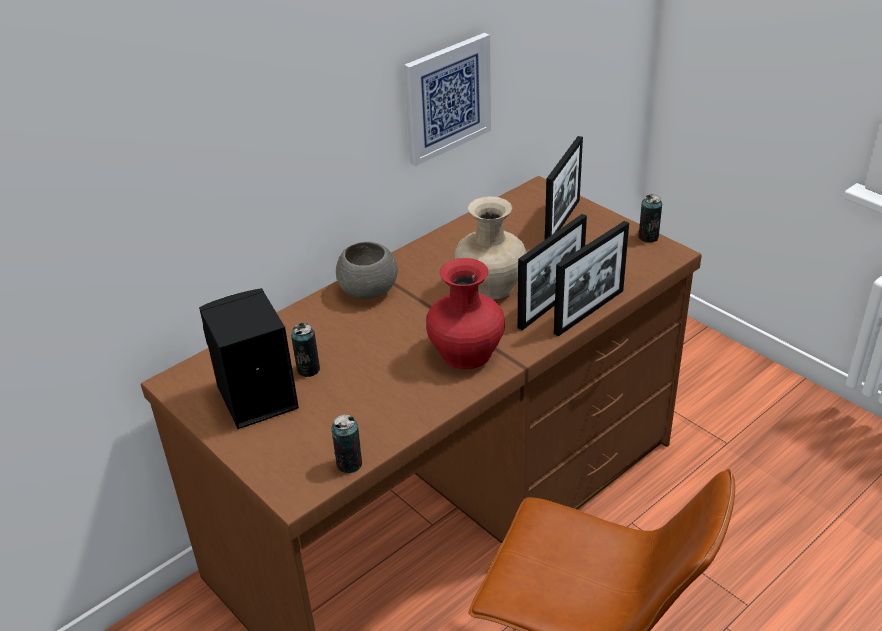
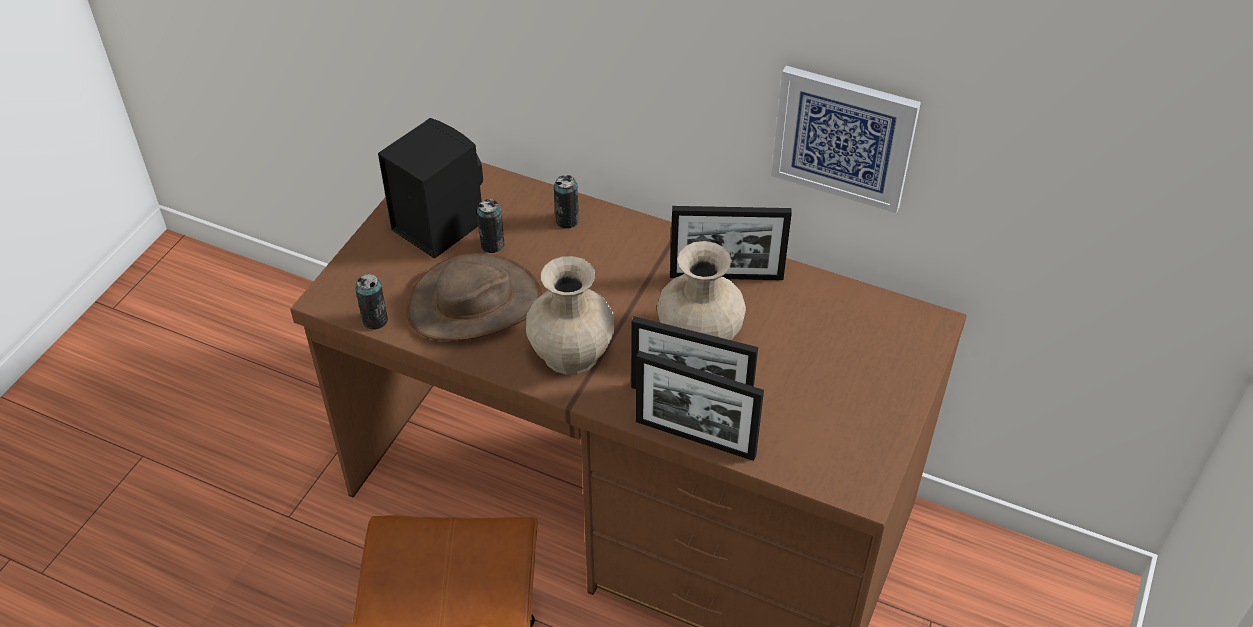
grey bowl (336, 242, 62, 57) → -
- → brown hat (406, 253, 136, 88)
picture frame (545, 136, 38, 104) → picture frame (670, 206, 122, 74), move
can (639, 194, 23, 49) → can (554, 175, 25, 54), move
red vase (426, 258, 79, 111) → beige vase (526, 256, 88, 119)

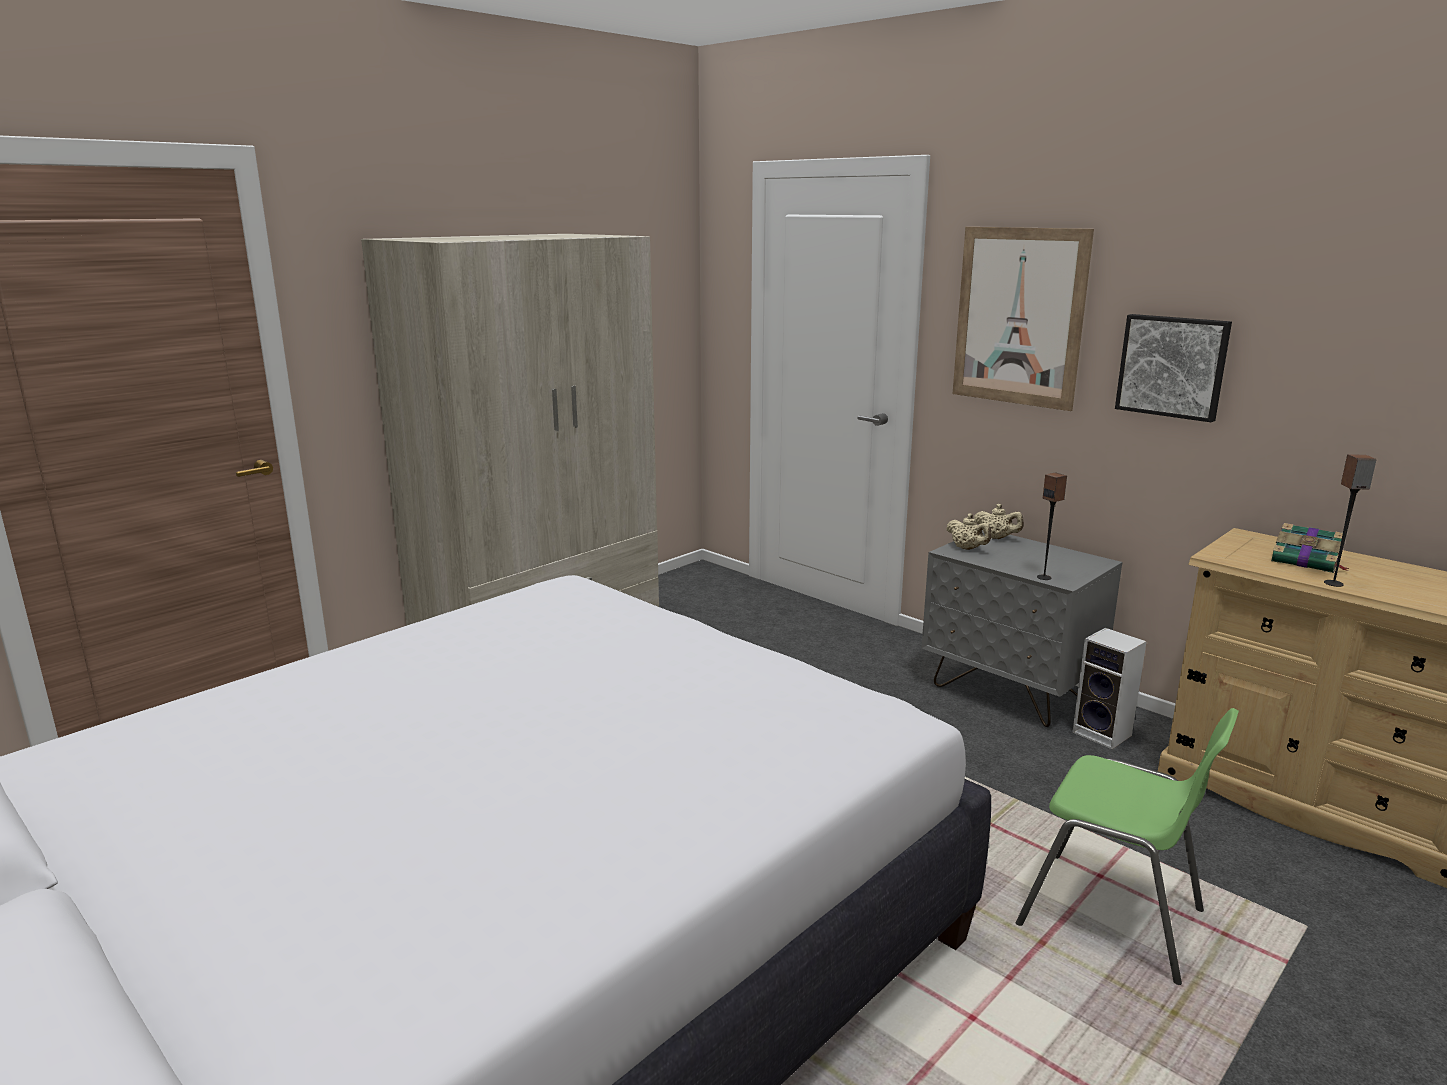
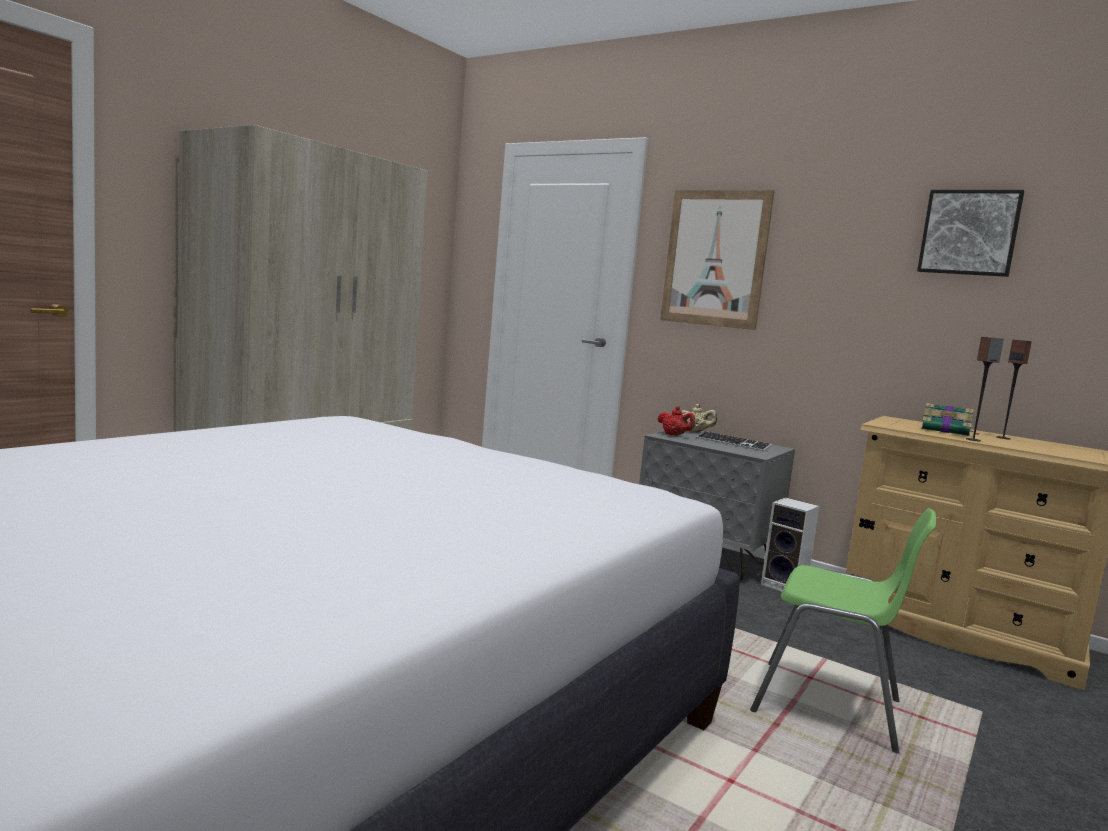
- → keyboard (696, 431, 76, 20)
speaker (1037, 472, 30, 108) → speaker (996, 340, 36, 100), move
picture (1115, 314, 117, 108) → picture (917, 190, 107, 87), move
beige teapot (946, 513, 45, 37) → red teapot (658, 406, 37, 30)

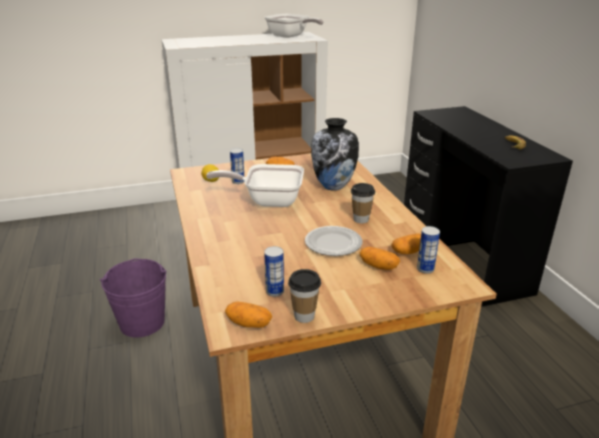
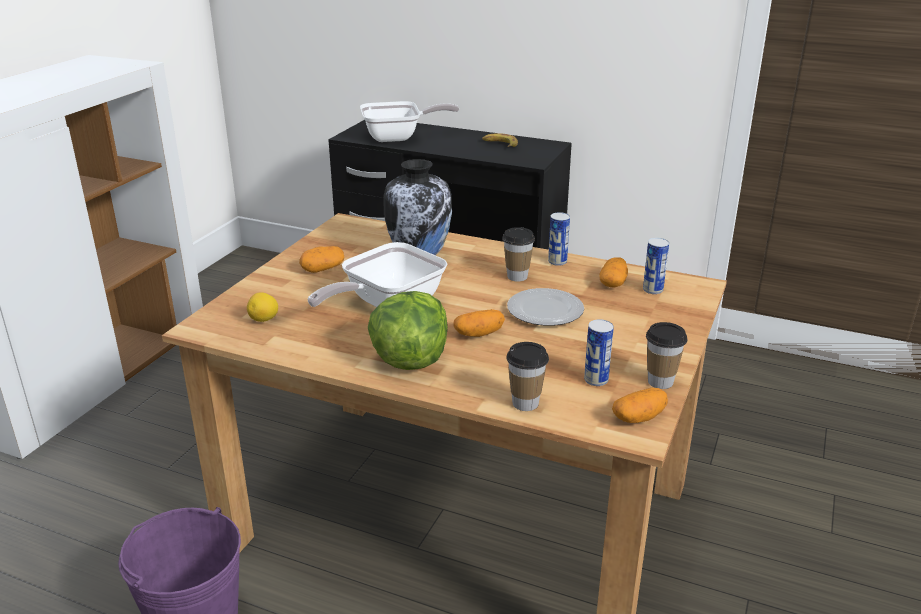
- → lettuce (368, 291, 80, 79)
- → cup (506, 342, 43, 69)
can (230, 148, 14, 36) → can (548, 212, 22, 54), move
frying pan (264, 14, 60, 24) → frying pan (360, 101, 99, 41), move
potato (360, 247, 40, 23) → potato (453, 309, 52, 28), move

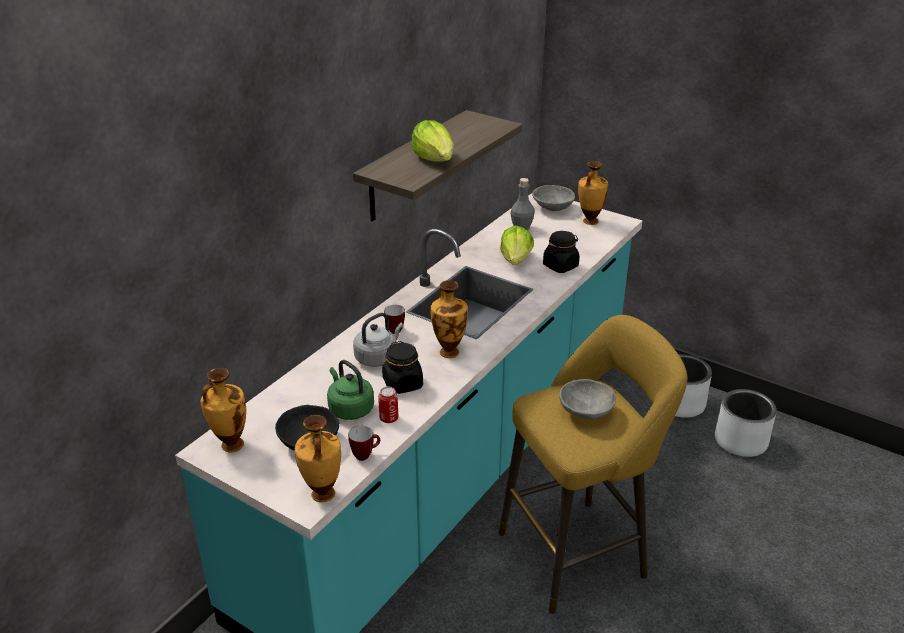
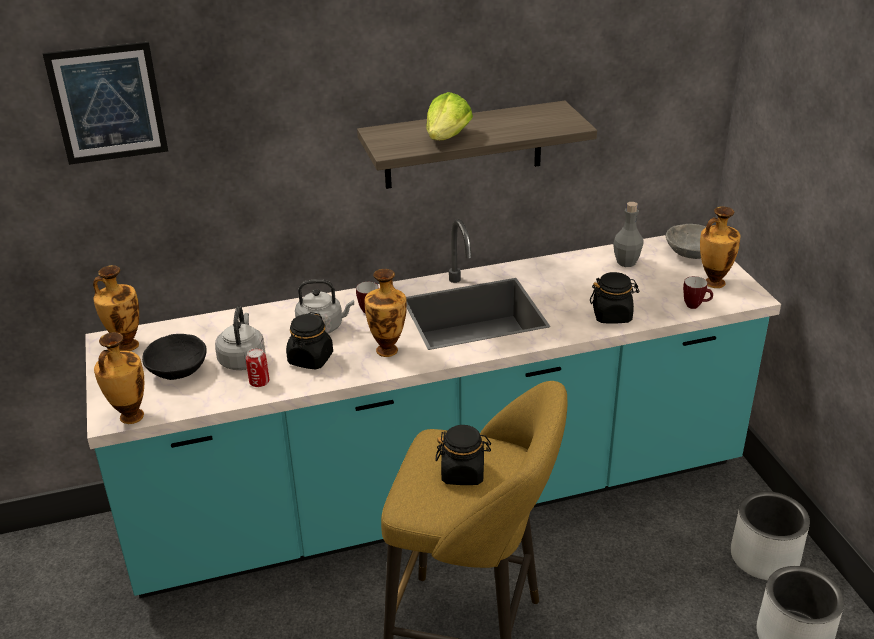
lettuce (500, 225, 34, 40) → -
- → picture (43, 41, 125, 124)
mug (348, 426, 32, 35) → mug (683, 276, 30, 33), move
grey bowl (559, 379, 57, 40) → black jar (435, 425, 56, 60)
green kettle (327, 360, 47, 60) → grey kettle (215, 306, 50, 64)

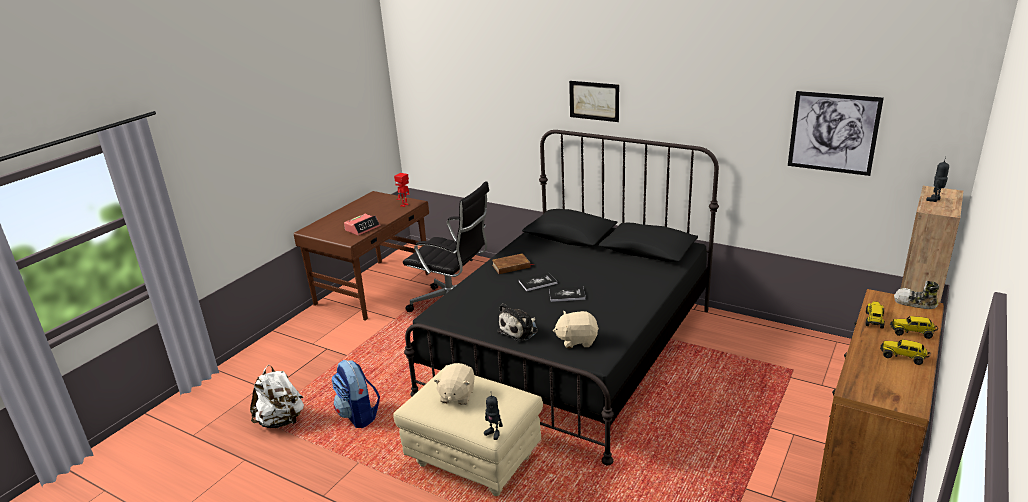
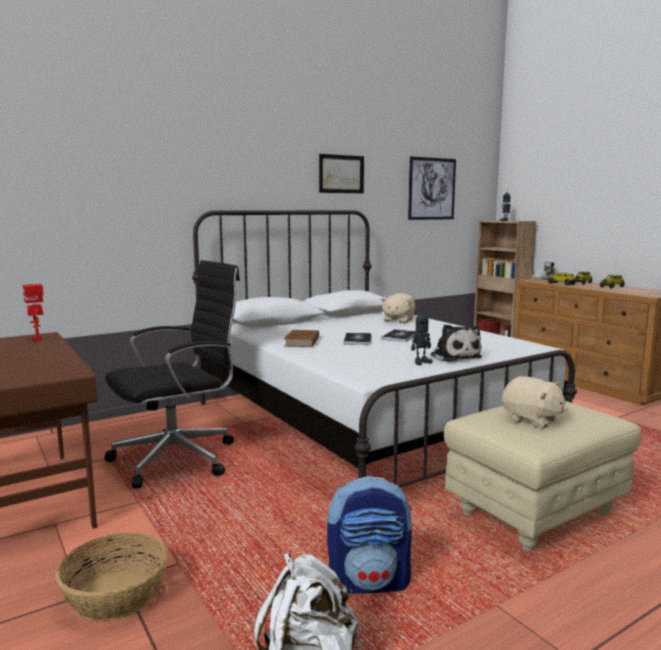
alarm clock (344, 214, 36, 22) → -
- → basket (55, 532, 113, 89)
toy robot (484, 396, 19, 44) → toy robot (411, 307, 22, 58), move
beige plush toy (553, 311, 46, 37) → beige plush toy (381, 293, 34, 30), move
picture (569, 81, 50, 41) → picture (319, 154, 45, 39), move
black bed (404, 130, 315, 335) → white bed (192, 210, 385, 277)

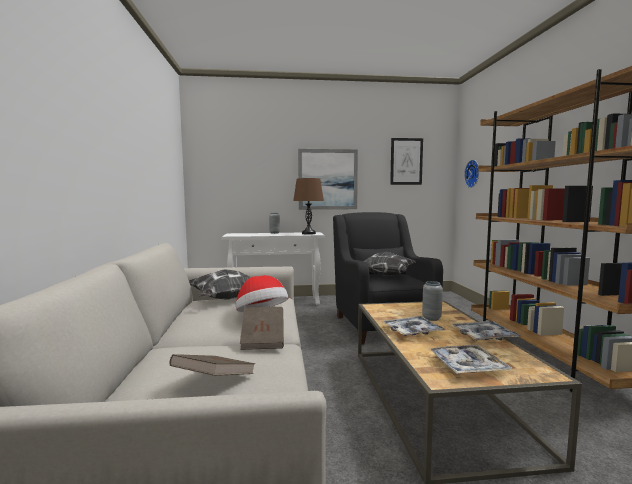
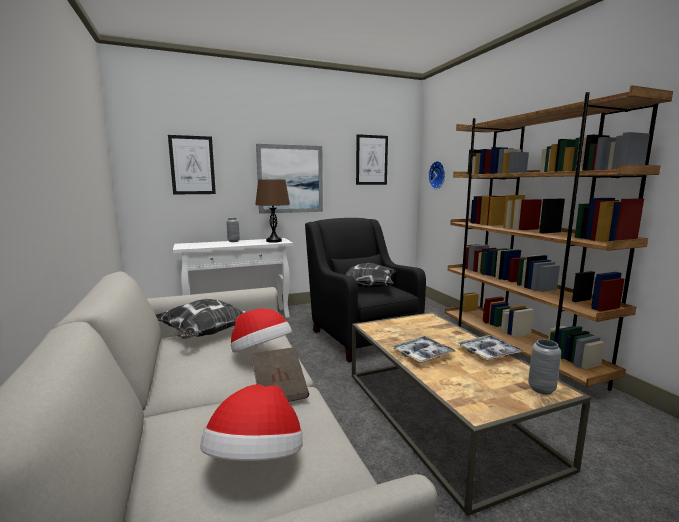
tray (430, 345, 82, 29) → -
- → picture (168, 135, 48, 59)
grey vase (422, 281, 21, 40) → grey vase (528, 339, 33, 55), move
brown book (170, 354, 85, 22) → hat (200, 384, 103, 77)

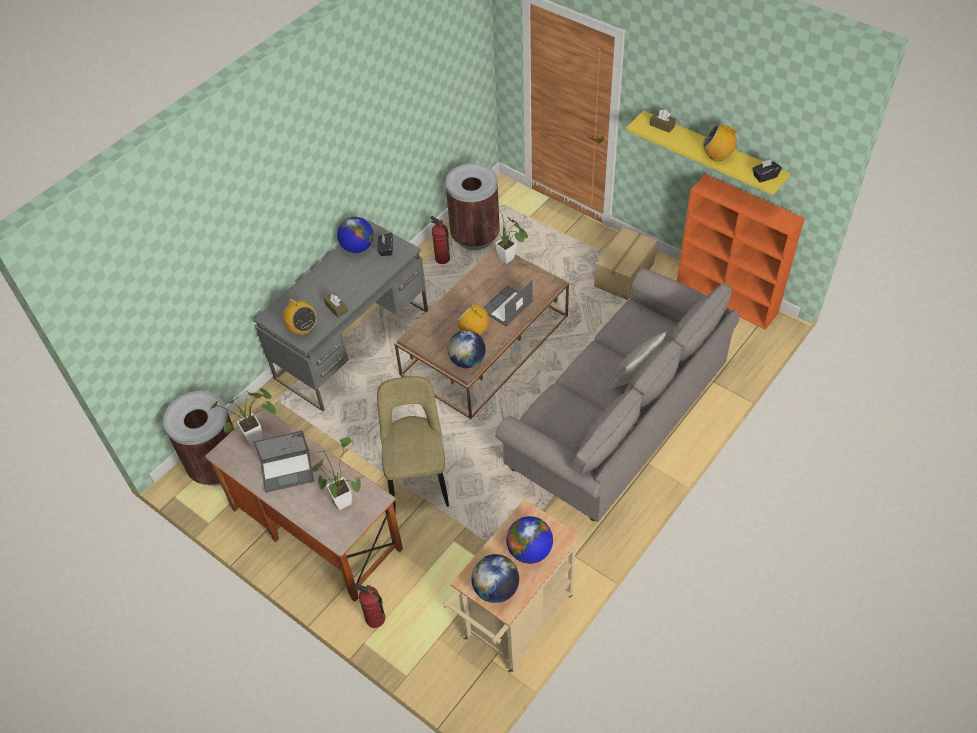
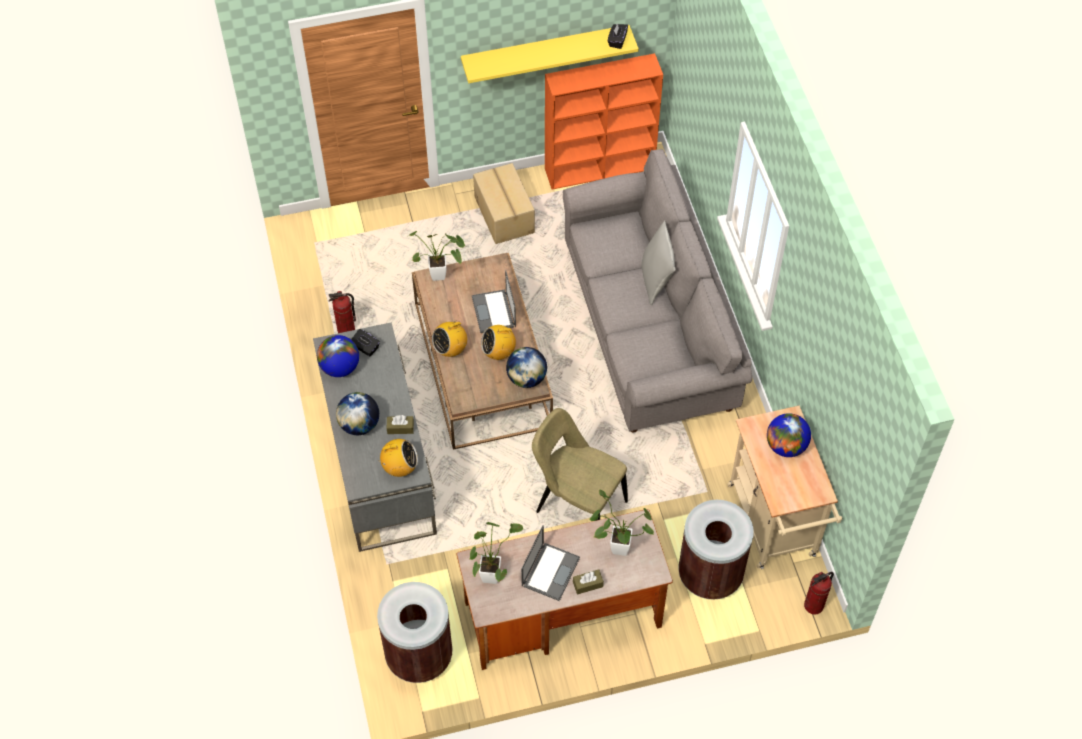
fire extinguisher (355, 583, 30, 45) → fire extinguisher (804, 572, 30, 43), move
brown trash can (445, 163, 55, 87) → brown trash can (679, 500, 75, 100), move
globe (471, 554, 48, 49) → globe (336, 392, 43, 43), move
brown tissue box (650, 110, 26, 23) → brown tissue box (573, 569, 31, 25), move
radio (703, 125, 38, 36) → radio (432, 319, 35, 38), move

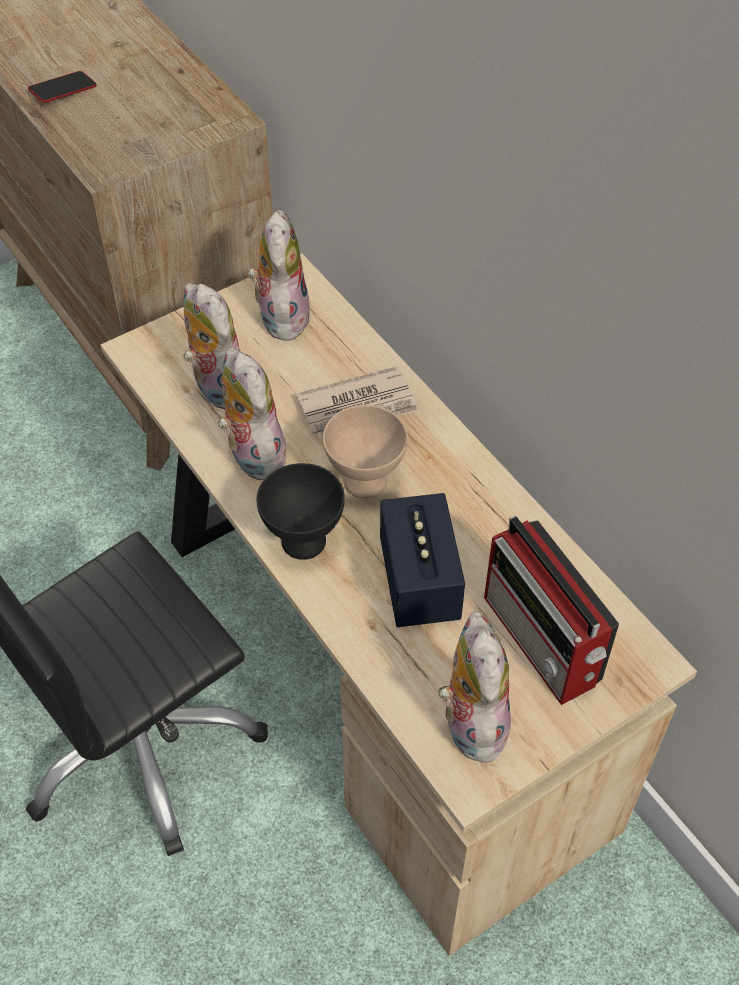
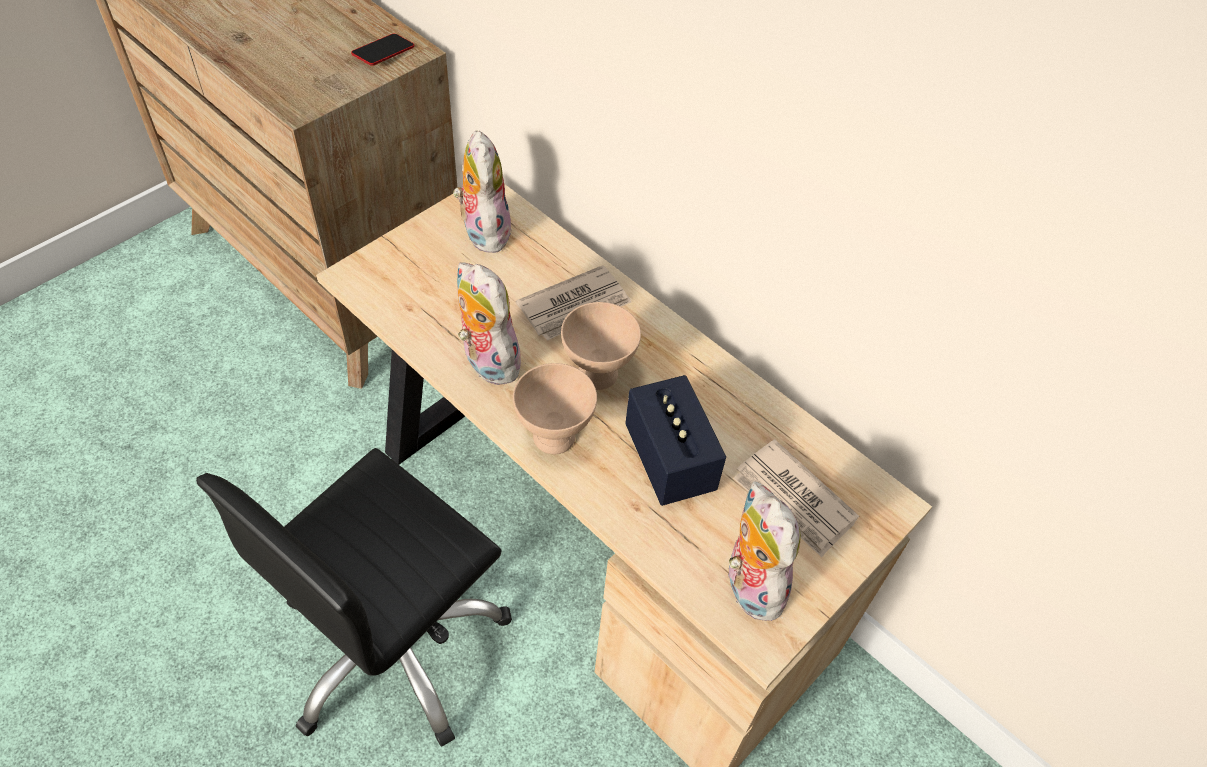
plush toy (183, 283, 58, 127) → -
phone (28, 71, 69, 32) → phone (351, 34, 63, 31), move
radio (484, 516, 135, 189) → newspaper (733, 439, 126, 118)
black bowl (257, 463, 88, 97) → beige bowl (513, 363, 84, 92)

